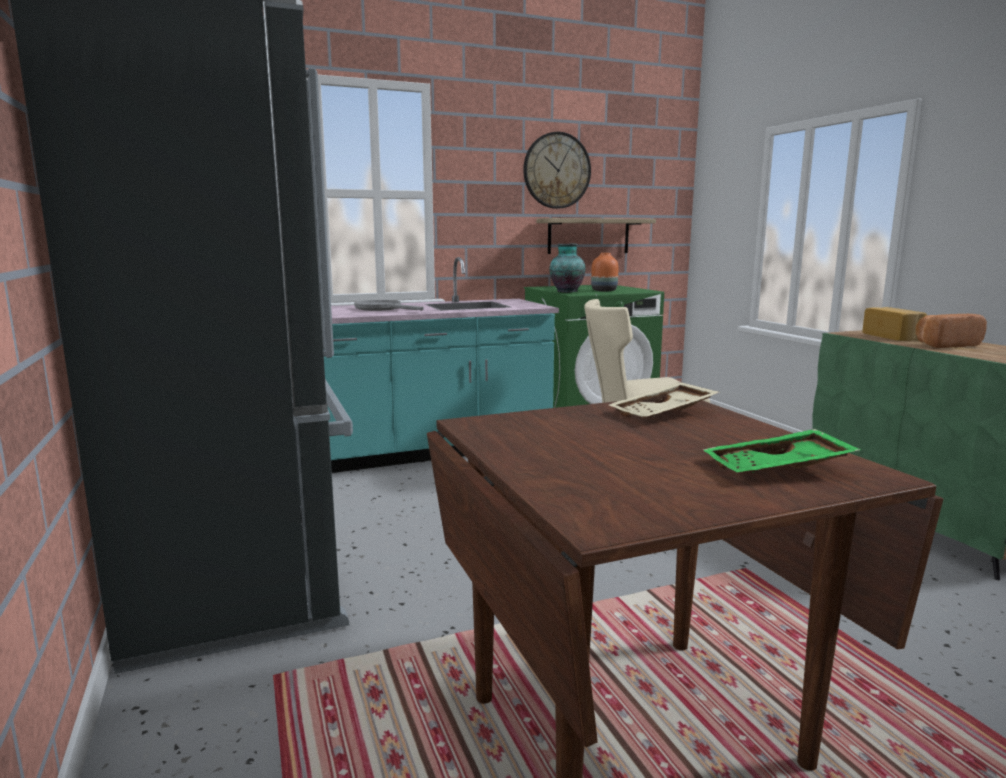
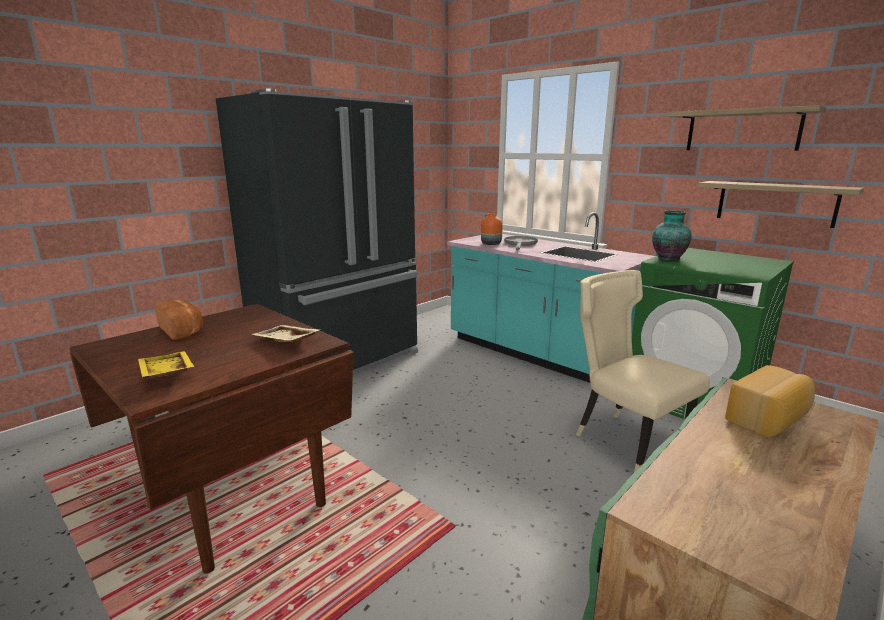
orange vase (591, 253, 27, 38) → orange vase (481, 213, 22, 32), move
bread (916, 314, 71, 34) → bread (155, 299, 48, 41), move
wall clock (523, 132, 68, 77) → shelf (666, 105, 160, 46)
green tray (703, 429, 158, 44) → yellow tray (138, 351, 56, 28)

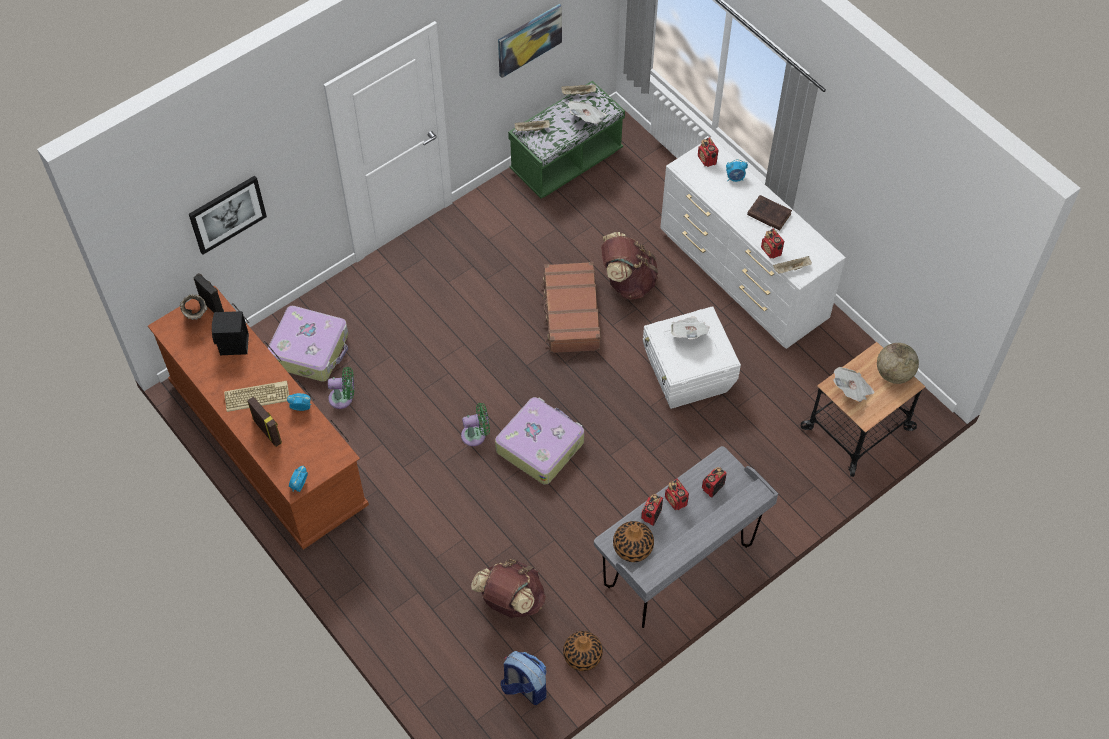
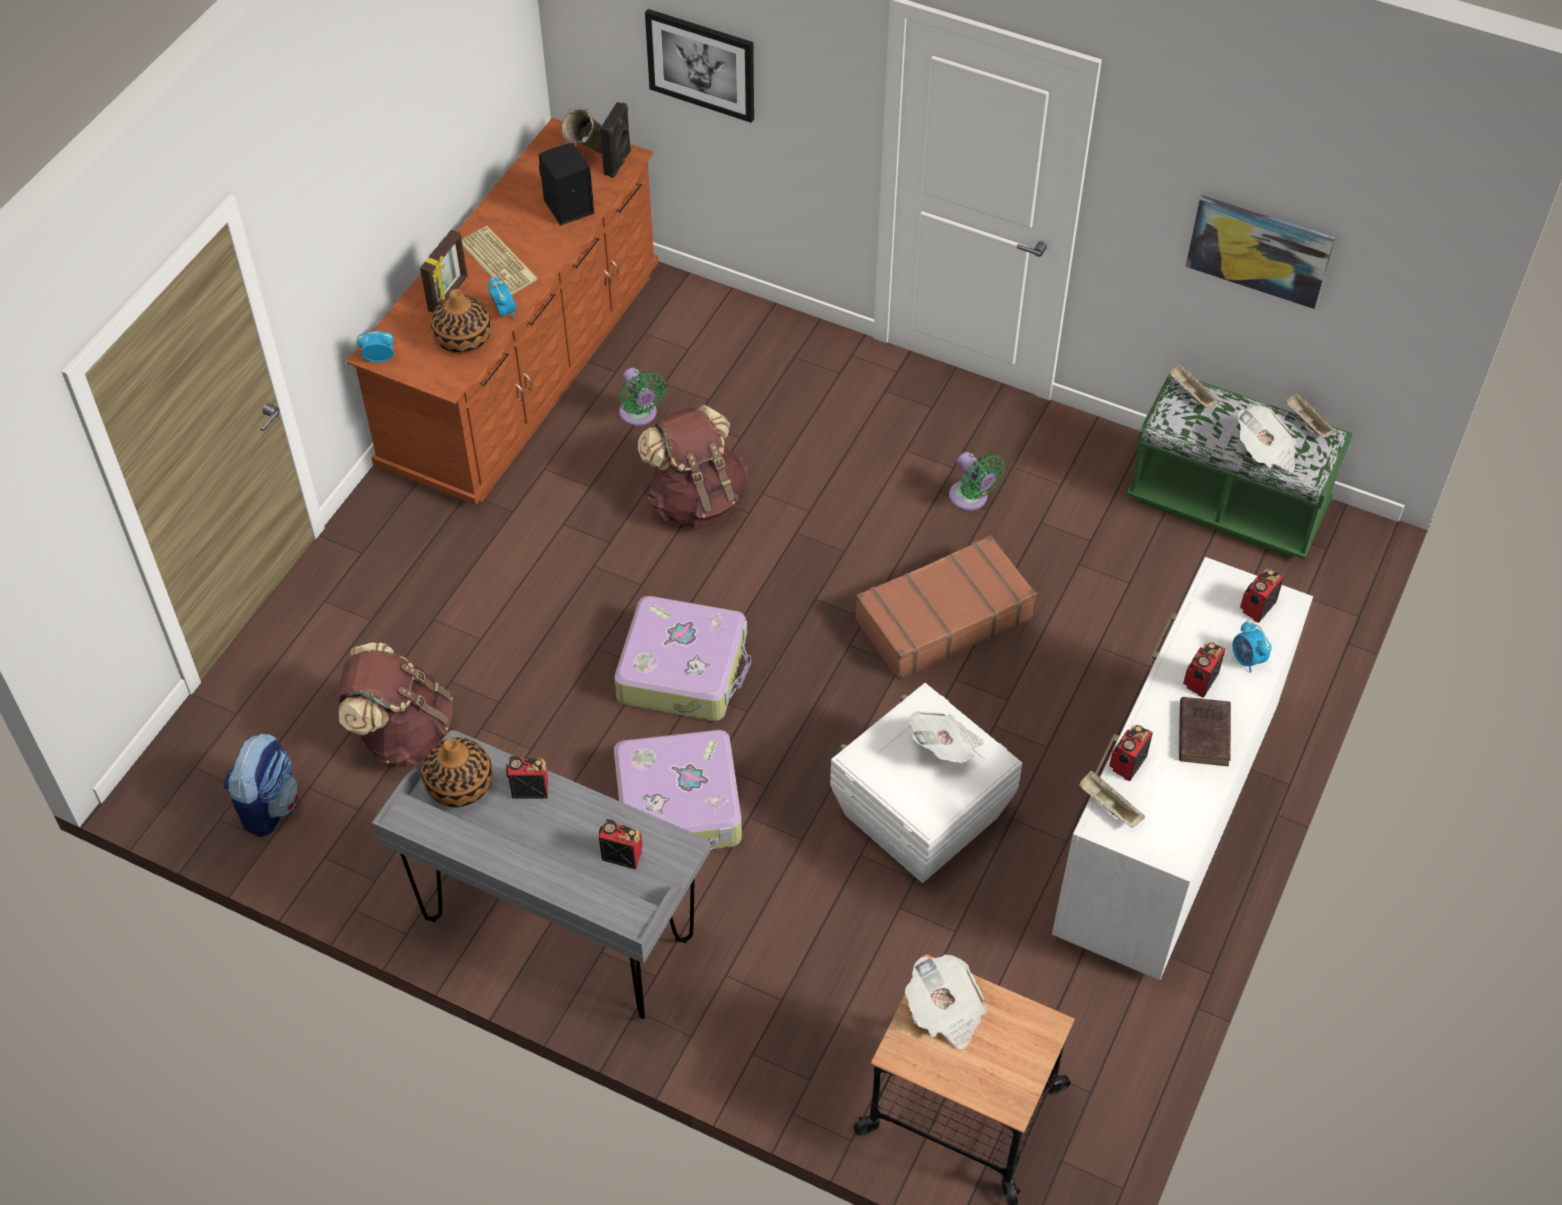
globe (877, 343, 42, 41) → -
suitcase (268, 306, 80, 76) → suitcase (614, 730, 128, 120), move
green fan (461, 403, 29, 43) → green fan (949, 452, 56, 59), move
vase (563, 631, 40, 40) → vase (431, 289, 61, 65), move
brown backpack (601, 232, 57, 67) → brown backpack (637, 405, 111, 124), move
radio (665, 479, 24, 31) → radio (1183, 642, 43, 55), move

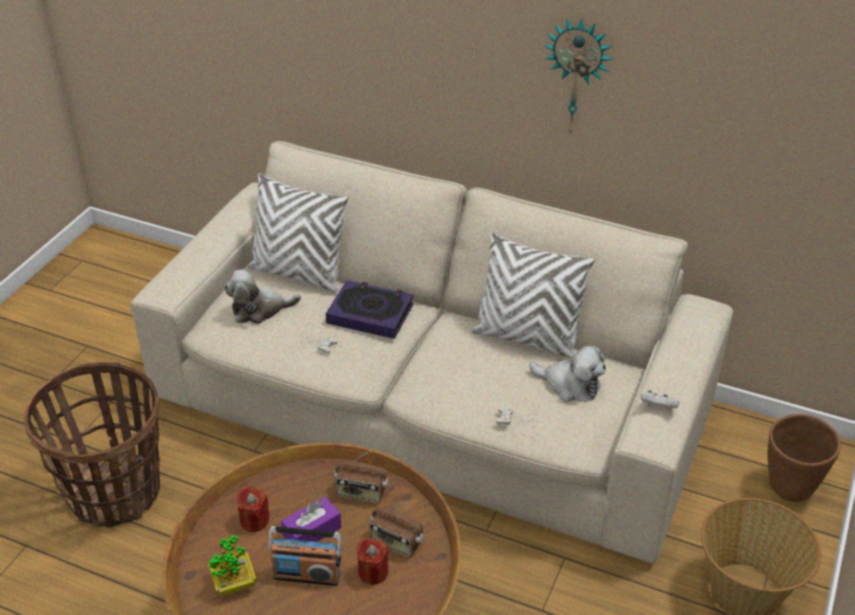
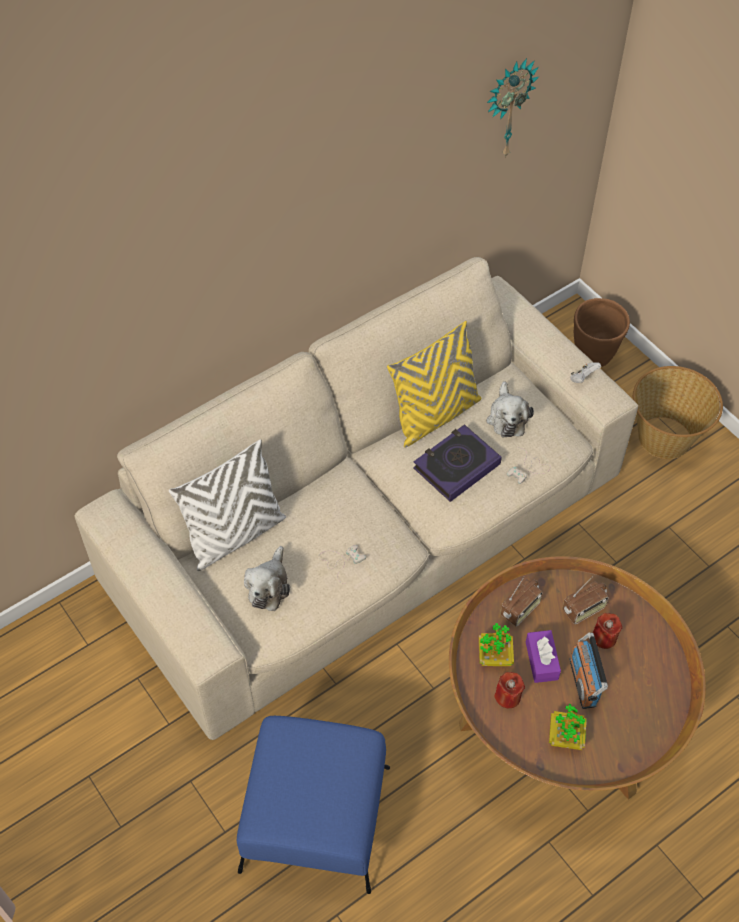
- → potted plant (479, 623, 35, 43)
book (326, 280, 88, 59) → book (413, 424, 89, 78), move
wall clock (544, 18, 69, 118) → wall clock (487, 58, 52, 100), move
basket (24, 362, 136, 166) → blue ottoman (237, 716, 153, 178)
white pillow (472, 232, 123, 127) → yellow pillow (387, 321, 94, 127)
radio (268, 526, 73, 60) → radio (570, 633, 38, 76), 135 degrees clockwise
plush toy (529, 346, 77, 56) → plush toy (486, 381, 48, 56), 120 degrees clockwise

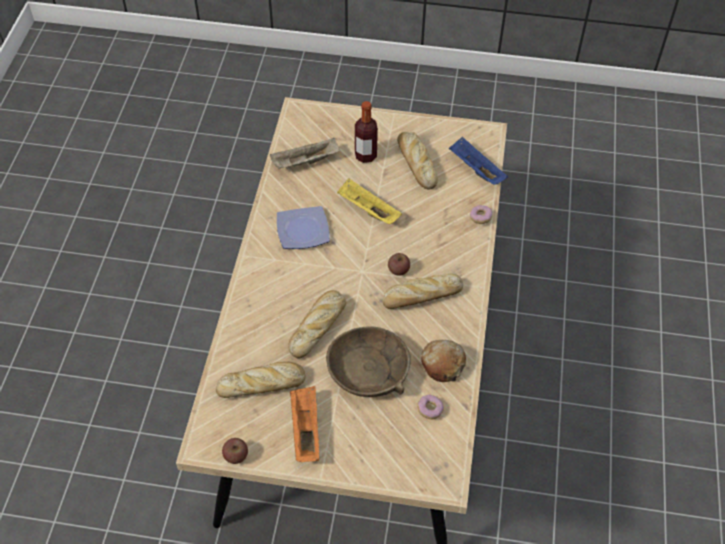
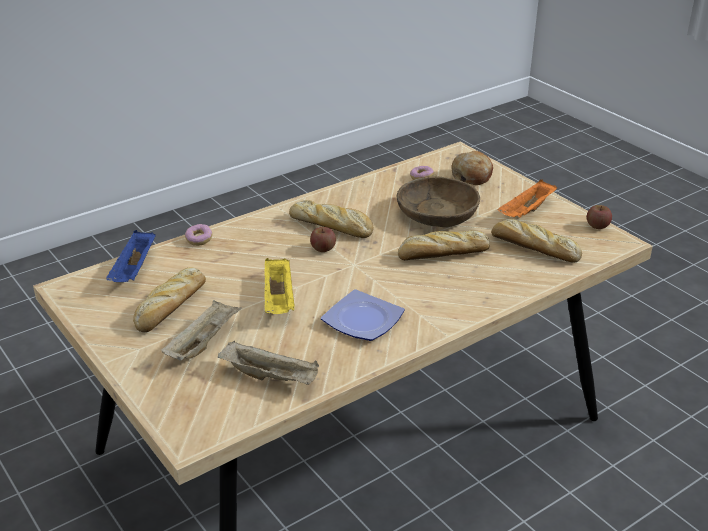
bread (421, 340, 45, 42) → bread (451, 151, 42, 34), move
bottle (355, 101, 23, 62) → beige tray (161, 300, 81, 61)

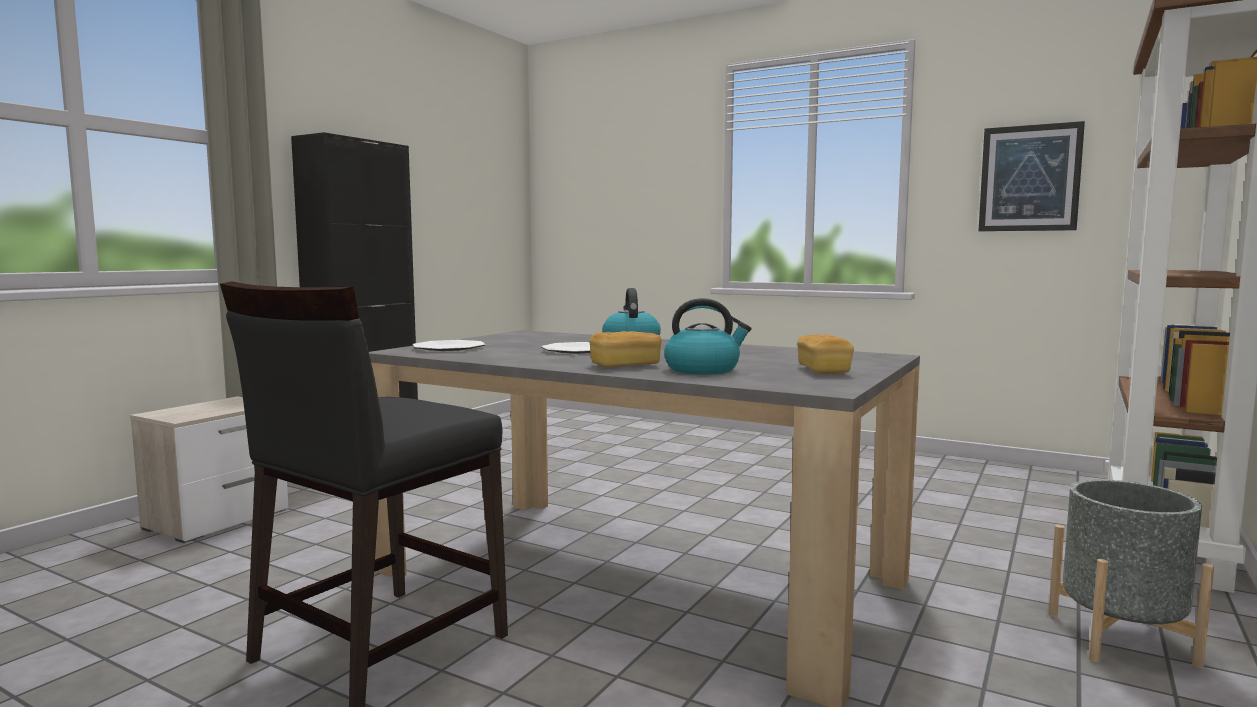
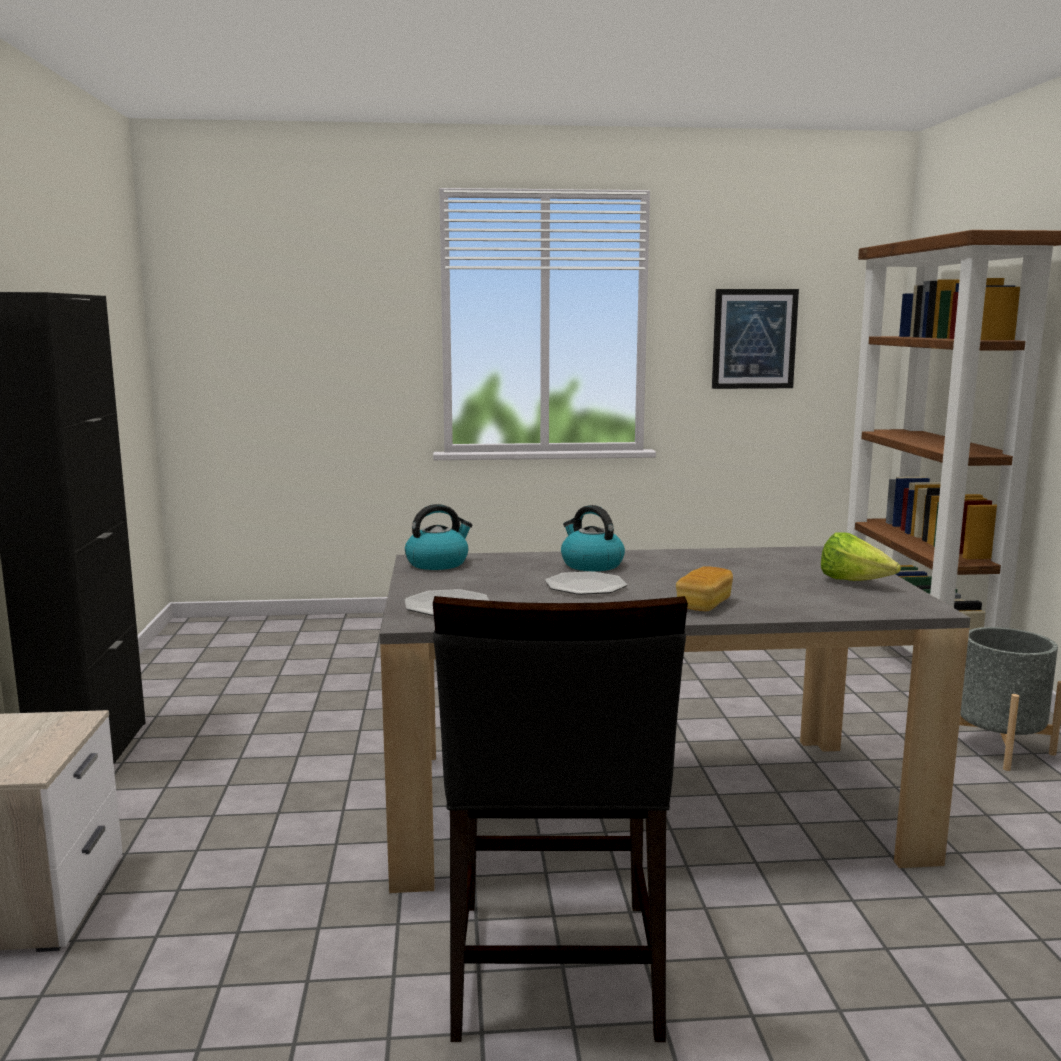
kettle (664, 298, 87, 77) → kettle (405, 504, 67, 66), move
bread (797, 335, 57, 39) → lettuce (821, 532, 80, 49)

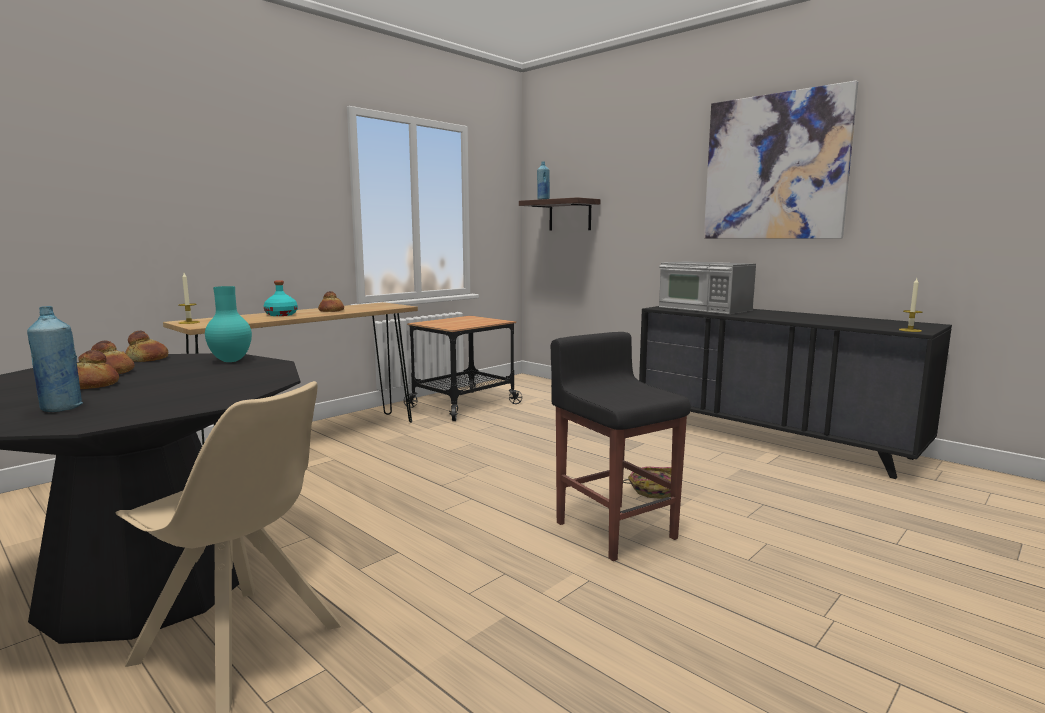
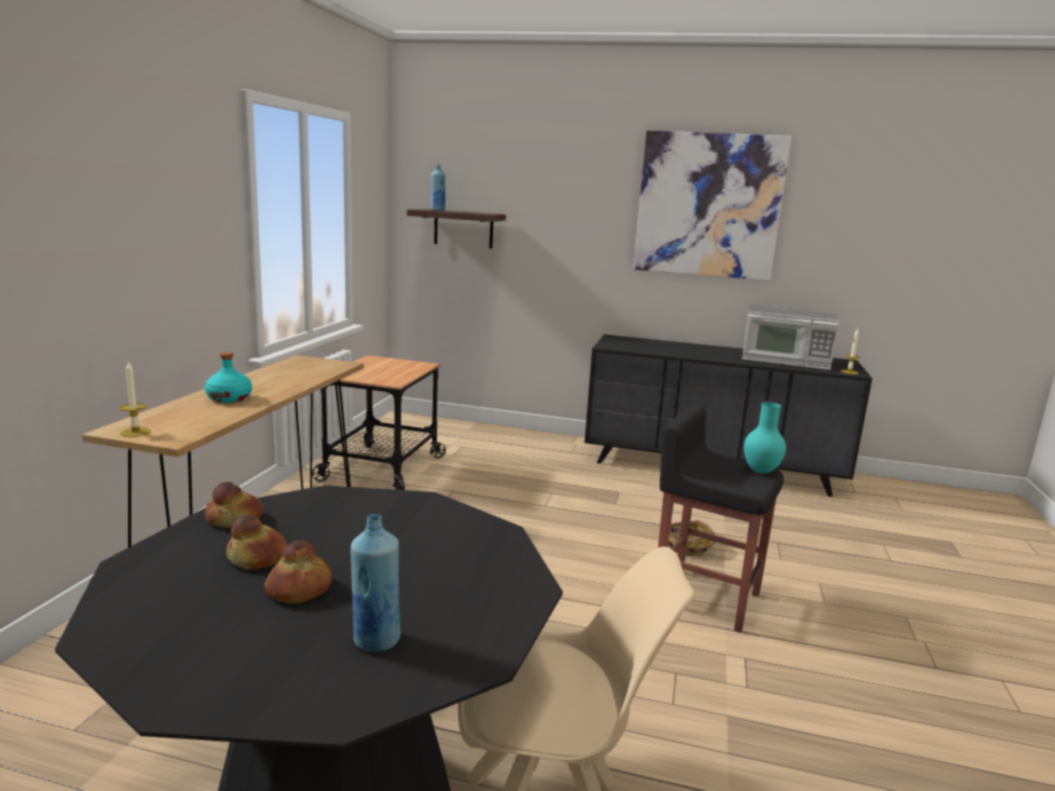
bread (318, 291, 26, 21) → -
turquoise vase (205, 286, 47, 76) → turquoise vase (744, 402, 42, 72), move
microwave (659, 261, 97, 53) → microwave (742, 305, 97, 65), move

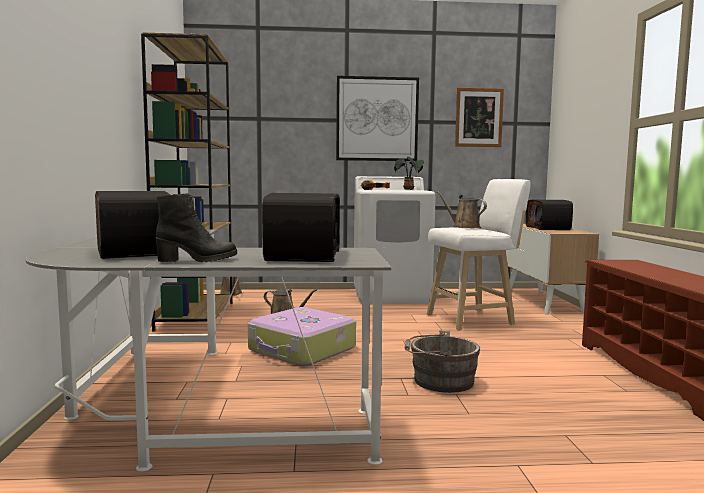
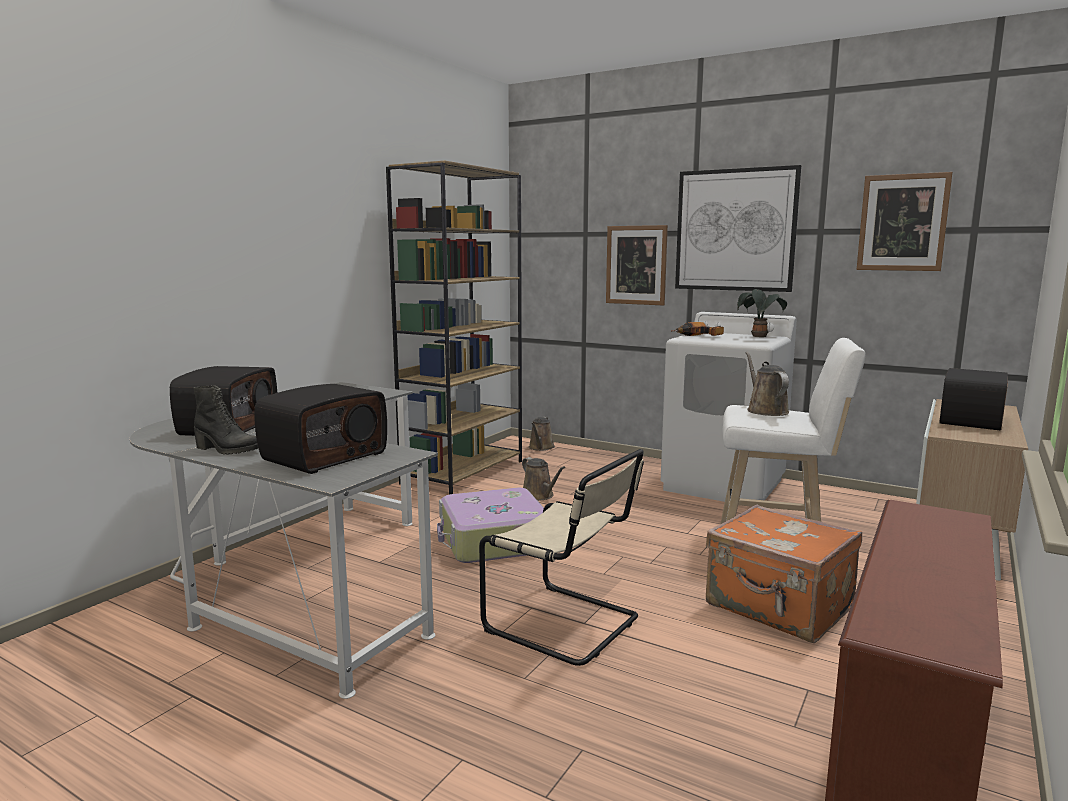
- → picture (606, 225, 62, 80)
- → orange suitcase (706, 504, 156, 139)
grey bucket (405, 330, 75, 63) → beige chair (479, 449, 165, 217)

